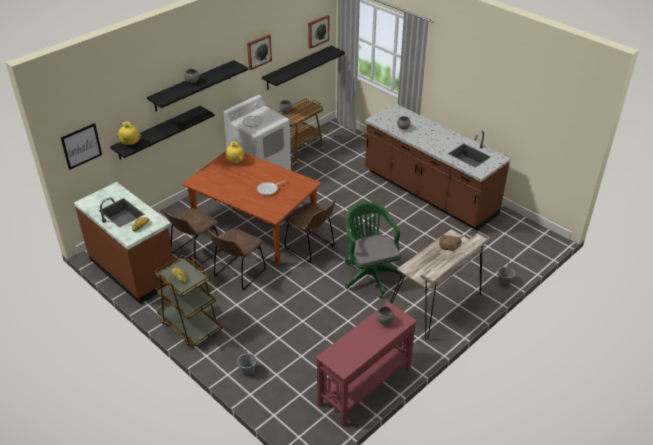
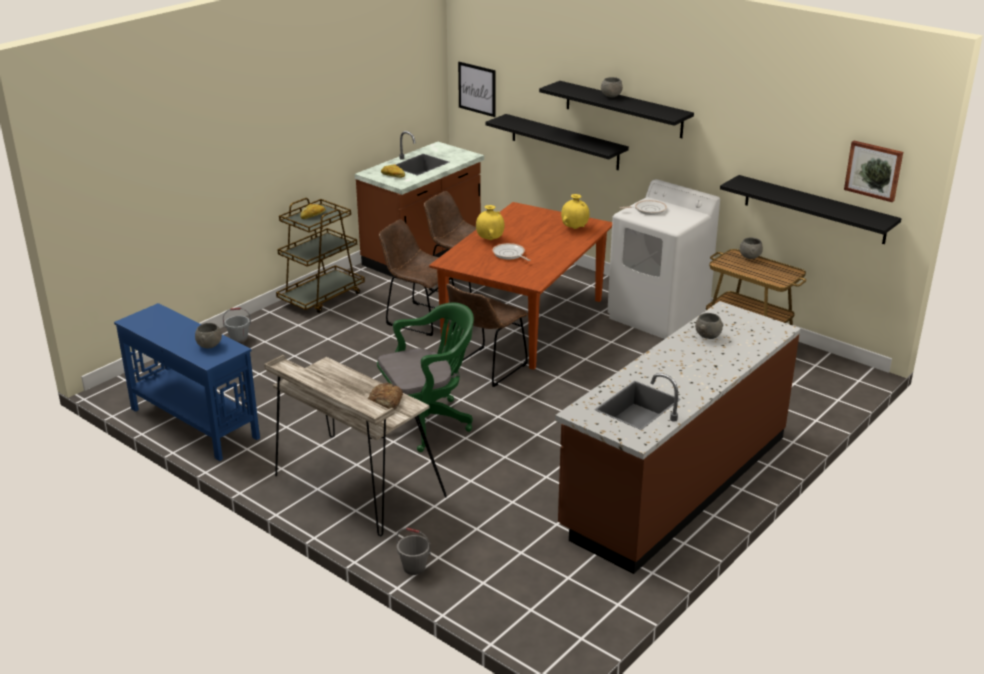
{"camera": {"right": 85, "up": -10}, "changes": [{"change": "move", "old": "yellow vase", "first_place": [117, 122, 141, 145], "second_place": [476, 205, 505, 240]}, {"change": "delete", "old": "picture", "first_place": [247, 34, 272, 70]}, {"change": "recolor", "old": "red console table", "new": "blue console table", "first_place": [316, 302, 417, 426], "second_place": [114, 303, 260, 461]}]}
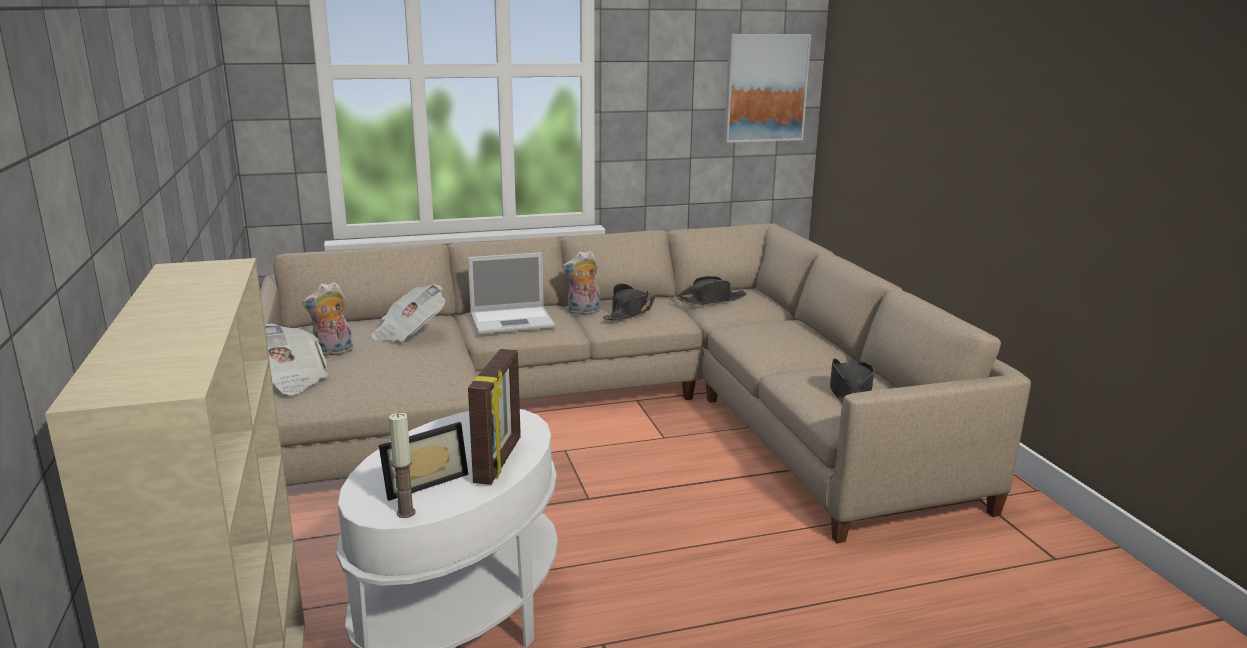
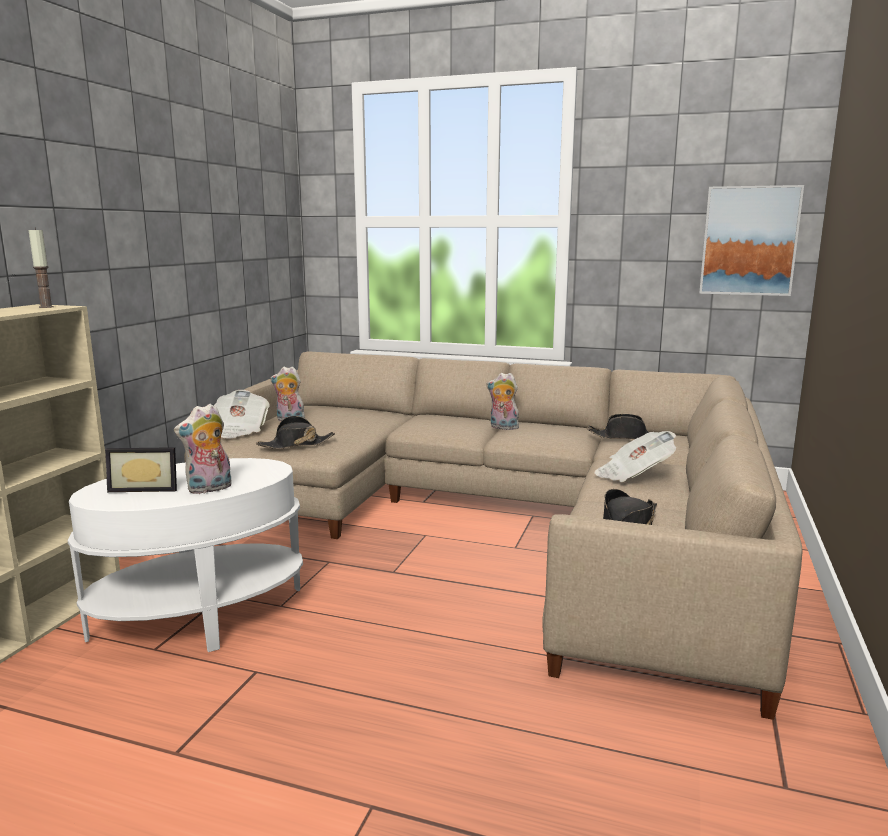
{"camera": {"right": 35, "up": -5}, "changes": [{"change": "move", "old": "newspaper", "first_place": [370, 284, 446, 342], "second_place": [594, 431, 676, 482]}, {"change": "move", "old": "candle", "first_place": [389, 413, 415, 518], "second_place": [29, 227, 54, 308]}, {"change": "delete", "old": "laptop", "first_place": [468, 252, 555, 334]}, {"change": "replace", "old": "picture frame", "new": "plush toy", "first_place": [468, 349, 521, 485], "second_place": [174, 404, 232, 494]}, {"change": "move", "old": "black hat", "first_place": [603, 283, 657, 320], "second_place": [256, 416, 335, 449]}]}
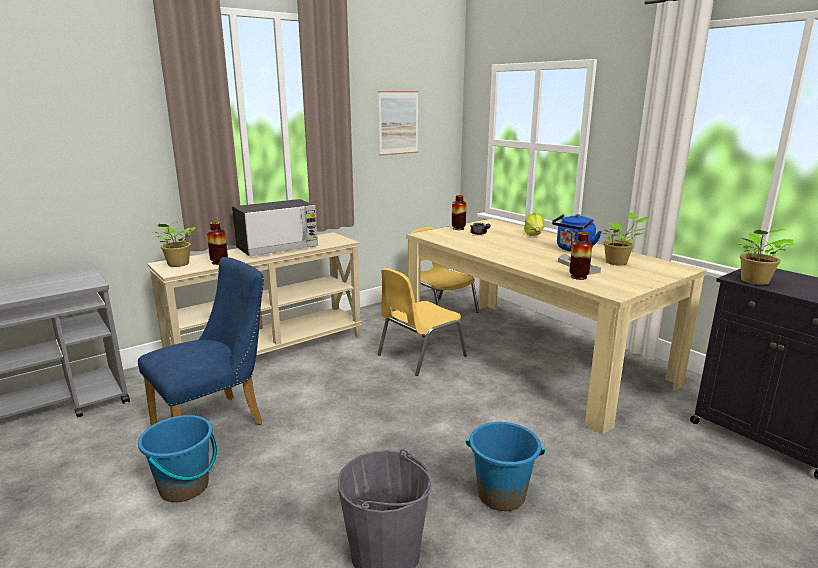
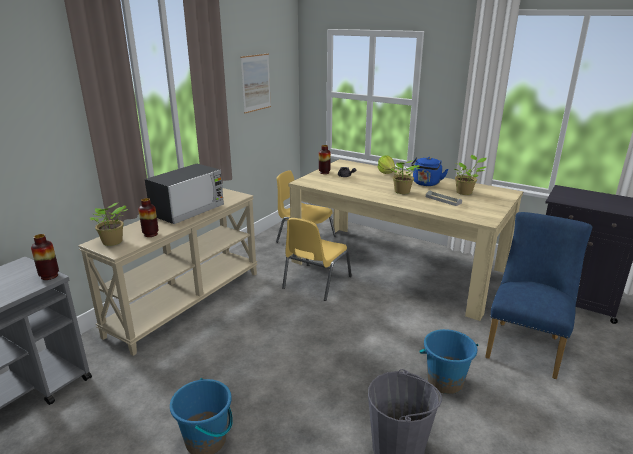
{"camera": {"right": -20, "up": 5}, "changes": [{"change": "move", "old": "blue chair", "first_place": [138, 257, 264, 425], "second_place": [485, 212, 592, 379]}, {"change": "move", "old": "vase", "first_place": [569, 232, 592, 280], "second_place": [31, 234, 59, 280]}, {"change": "move", "old": "potted plant", "first_place": [738, 229, 794, 285], "second_place": [391, 160, 420, 194]}]}
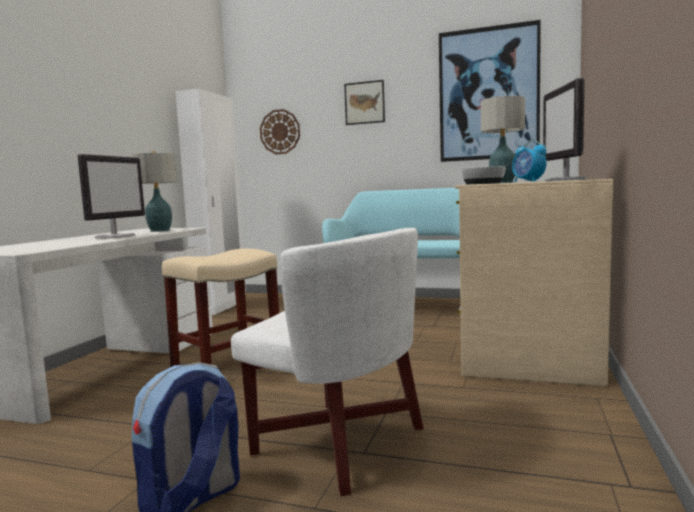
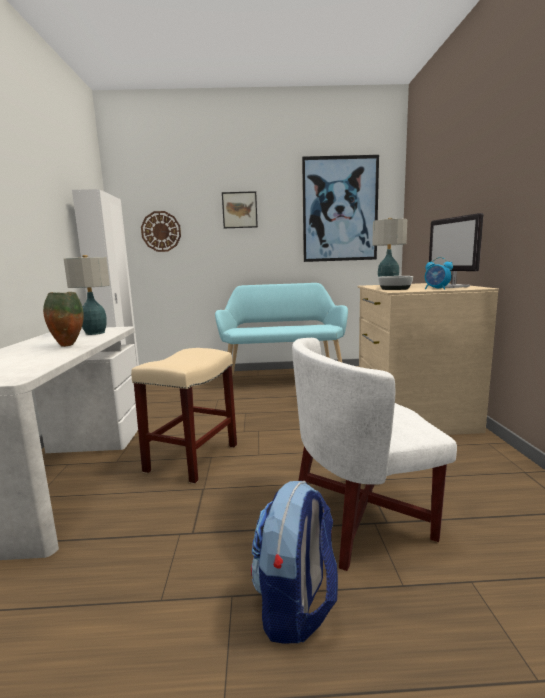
{"camera": {"right": -20, "up": 5}, "changes": [{"change": "replace", "old": "monitor", "new": "vase", "first_place": [78, 154, 145, 239], "second_place": [43, 292, 83, 347]}, {"change": "rotate", "old": "white armchair", "first_place": [231, 228, 424, 496], "second_place": [292, 338, 457, 571], "degrees": 150}]}
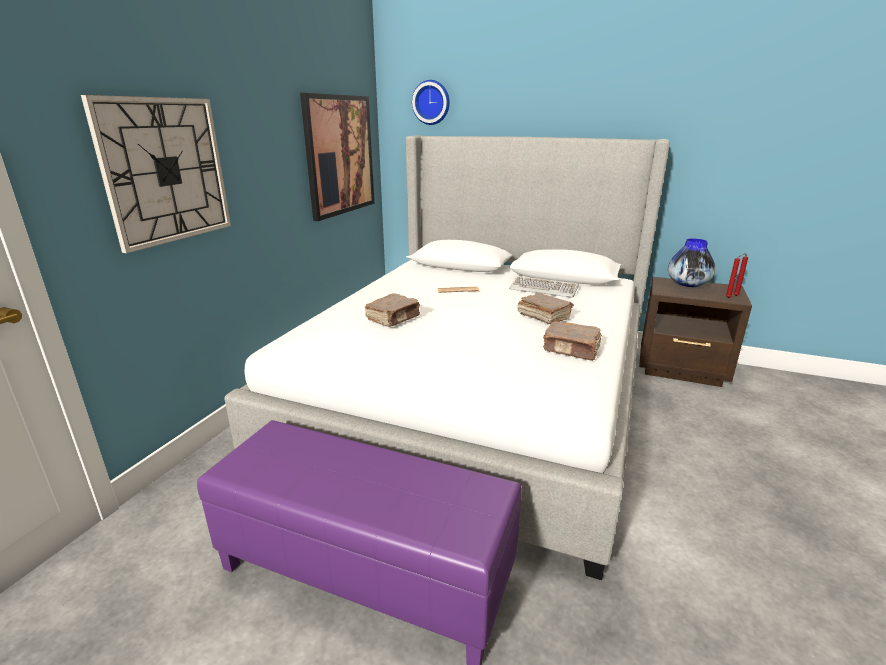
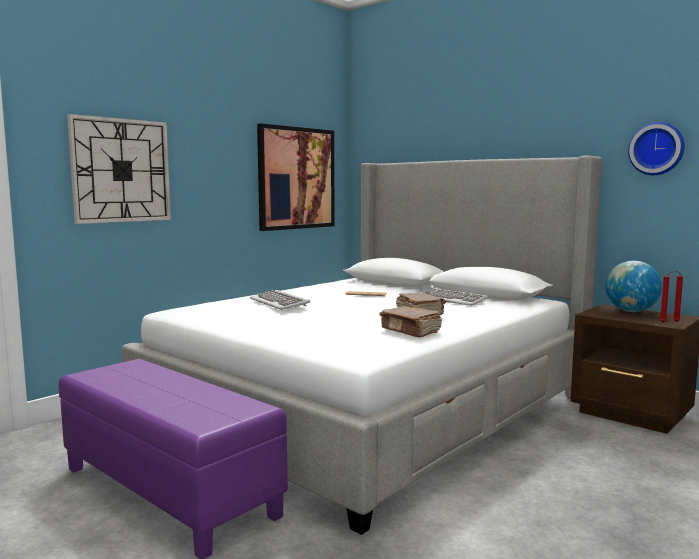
{"camera": {"right": 20, "up": -15}, "changes": [{"change": "replace", "old": "brown book", "new": "keyboard", "first_place": [365, 293, 420, 327], "second_place": [250, 290, 310, 310]}, {"change": "move", "old": "wall clock", "first_place": [412, 80, 450, 125], "second_place": [628, 122, 685, 175]}, {"change": "replace", "old": "vase", "new": "globe", "first_place": [668, 238, 715, 287], "second_place": [605, 261, 662, 312]}]}
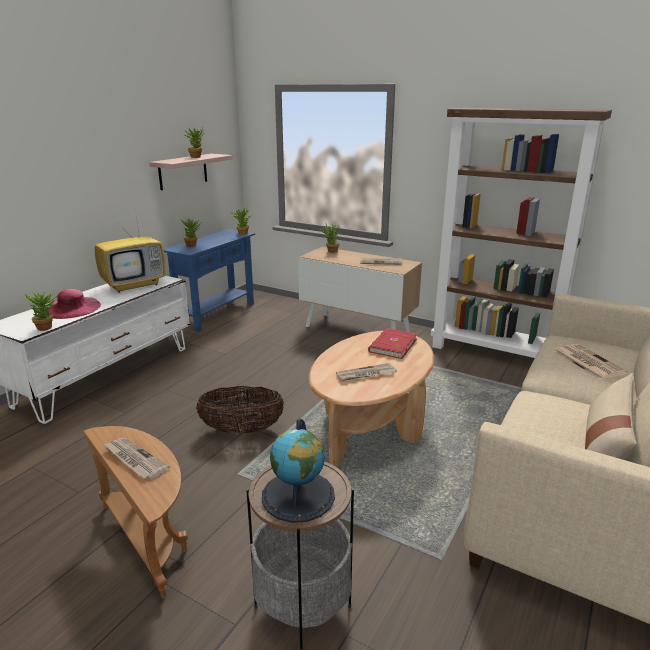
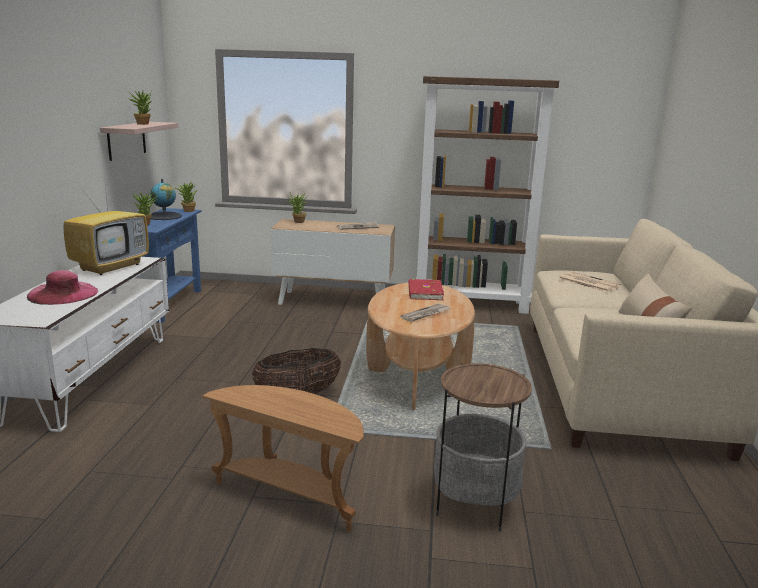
{"camera": {"right": -25, "up": -5}, "changes": [{"change": "delete", "old": "potted plant", "first_place": [25, 290, 59, 331]}, {"change": "delete", "old": "newspaper", "first_place": [104, 438, 170, 479]}, {"change": "move", "old": "globe", "first_place": [262, 418, 335, 523], "second_place": [150, 179, 182, 220]}]}
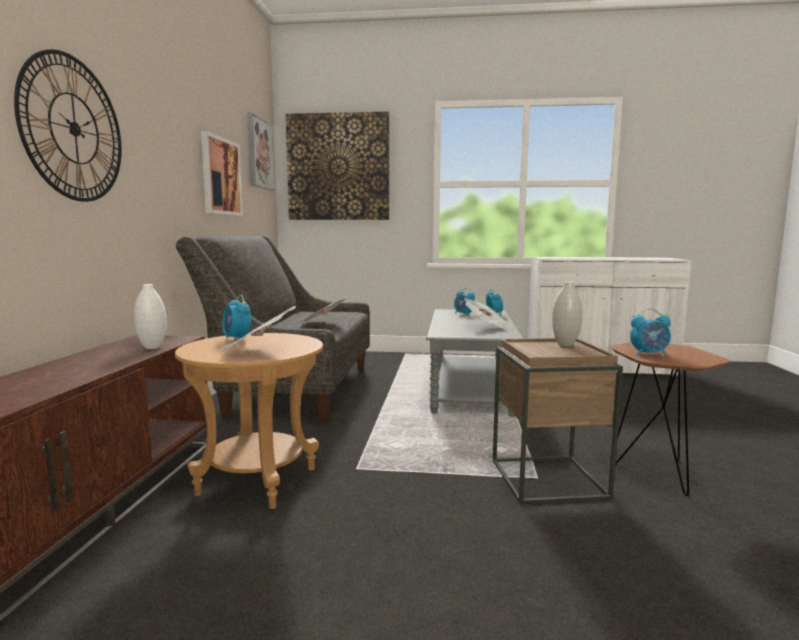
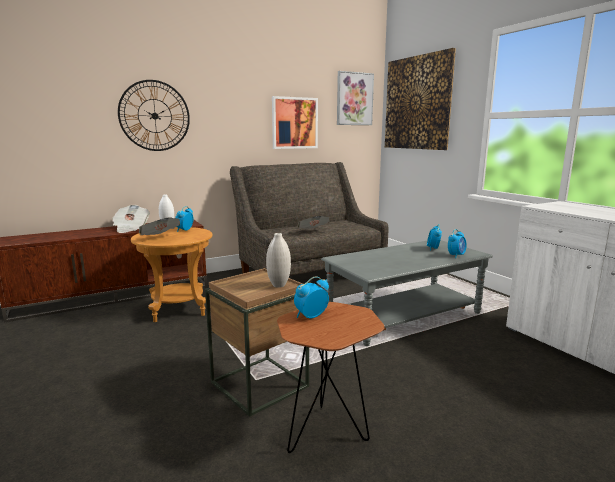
{"camera": {"right": 55, "up": 5}, "changes": [{"change": "move", "old": "newspaper", "first_place": [464, 298, 509, 330], "second_place": [112, 205, 150, 233]}, {"change": "rotate", "old": "alarm clock", "first_place": [630, 309, 671, 356], "second_place": [294, 276, 329, 318], "degrees": 90}]}
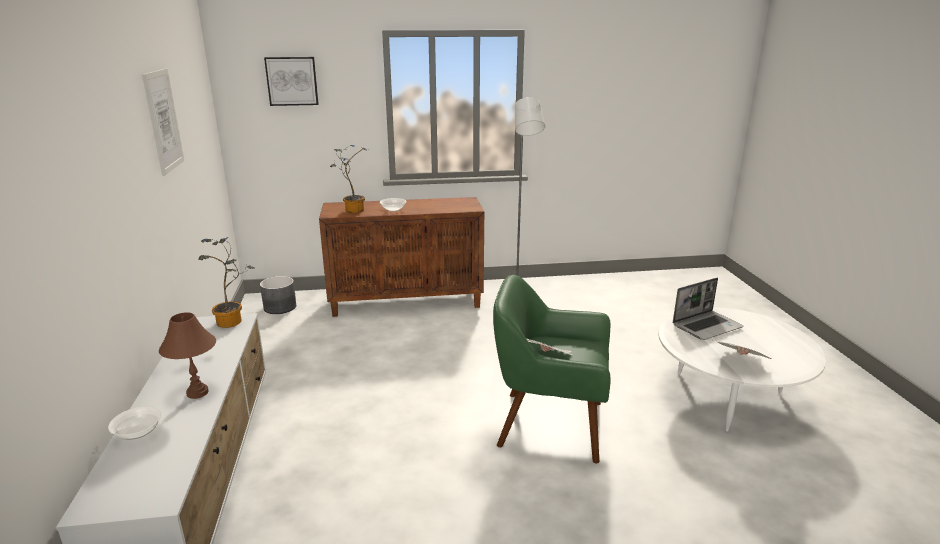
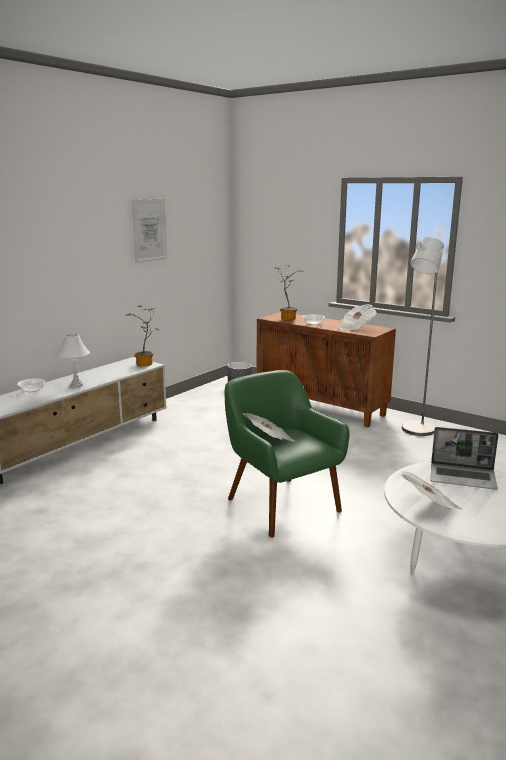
{"camera": {"right": 45, "up": -5}, "changes": [{"change": "recolor", "old": "brown table lamp", "new": "white table lamp", "first_place": [159, 312, 216, 399], "second_place": [57, 334, 90, 388]}, {"change": "delete", "old": "picture", "first_place": [264, 57, 319, 106]}, {"change": "insert", "new": "newspaper", "second_place": [338, 304, 376, 330]}]}
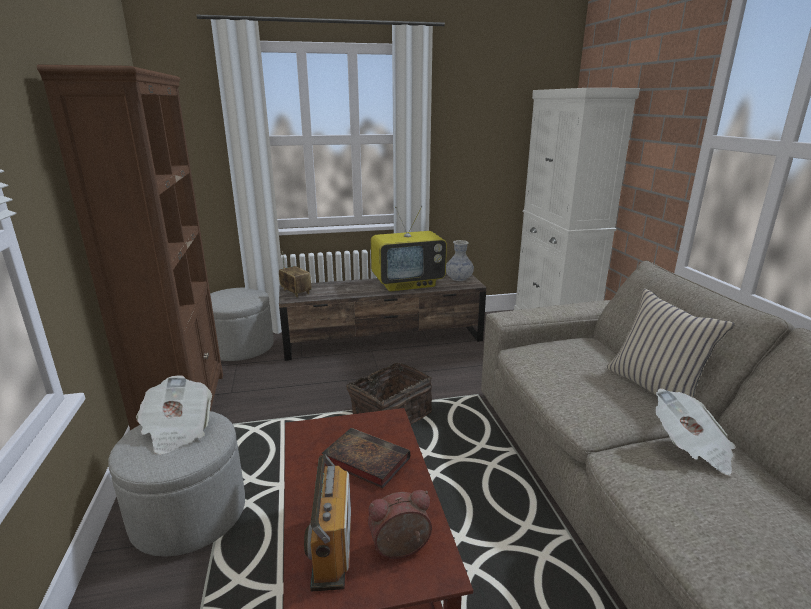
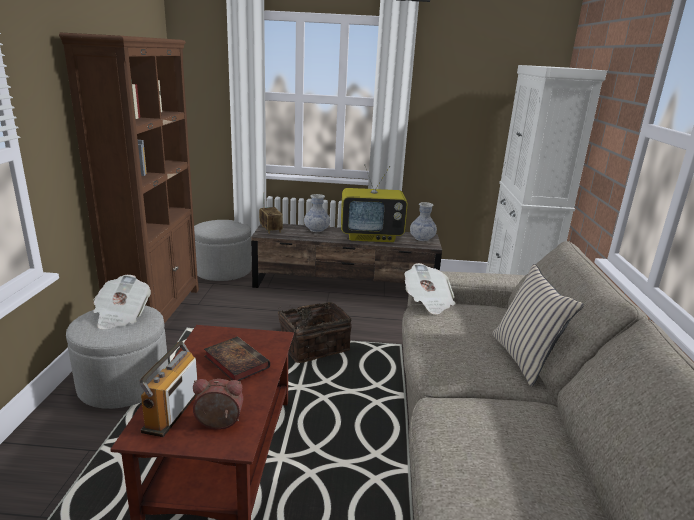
{"camera": {"right": 15, "up": 0}, "changes": [{"change": "move", "old": "newspaper", "first_place": [655, 388, 735, 476], "second_place": [404, 263, 456, 315]}, {"change": "insert", "new": "vase", "second_place": [304, 194, 330, 232]}]}
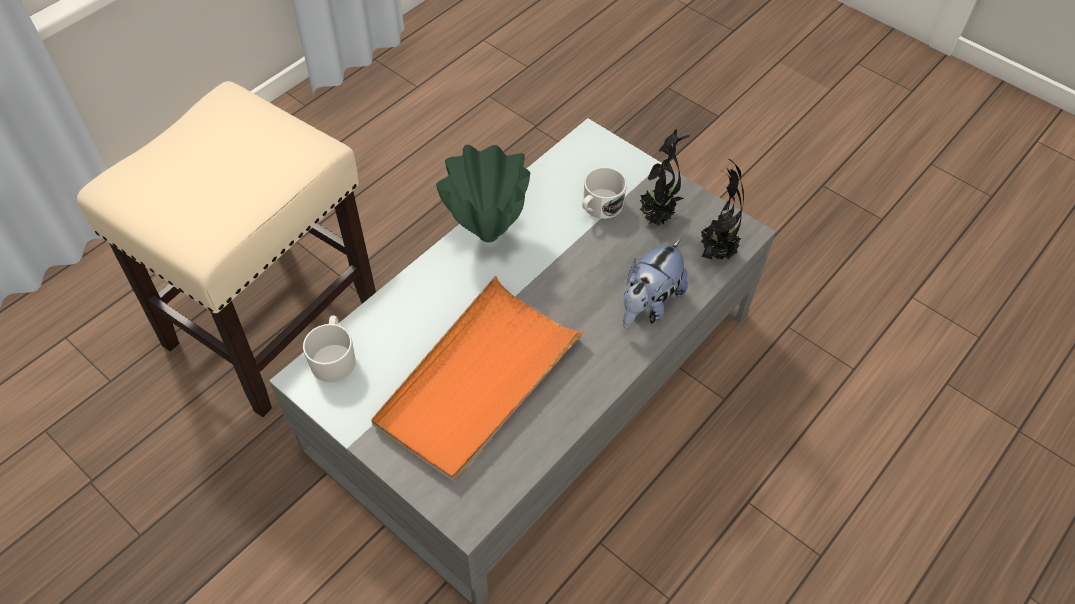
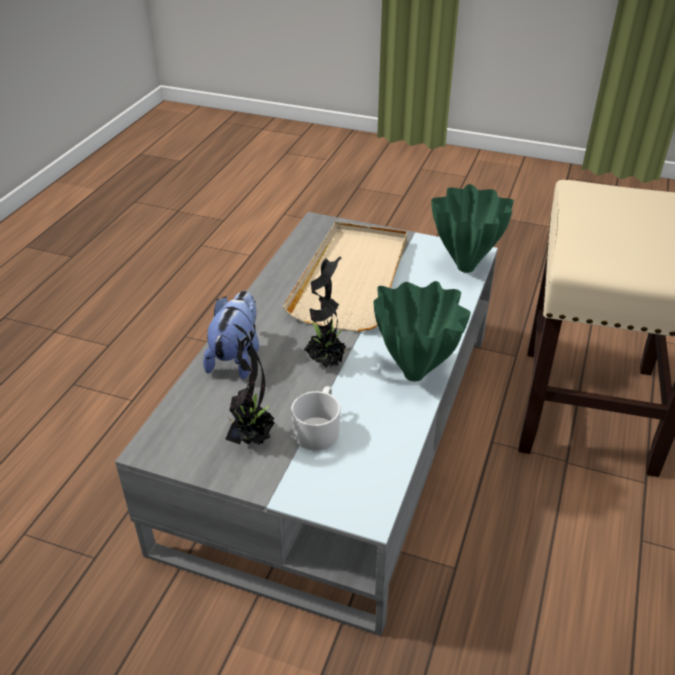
{"camera": {"right": 160, "up": -15}, "changes": [{"change": "replace", "old": "white mug", "new": "green vase", "first_place": [303, 315, 356, 382], "second_place": [431, 184, 514, 273]}, {"change": "recolor", "old": "orange tray", "new": "beige tray", "first_place": [371, 276, 586, 481], "second_place": [283, 222, 407, 332]}, {"change": "move", "old": "potted plant", "first_place": [696, 159, 744, 260], "second_place": [304, 256, 350, 367]}]}
